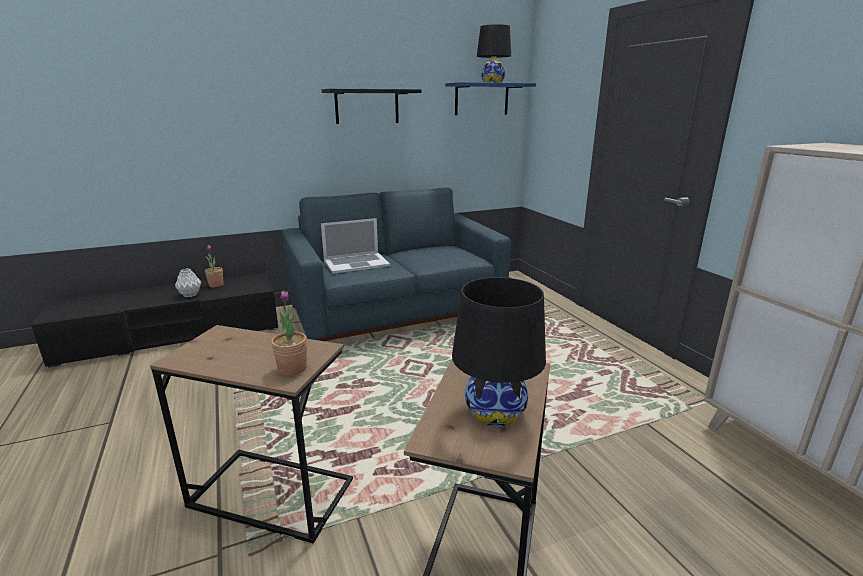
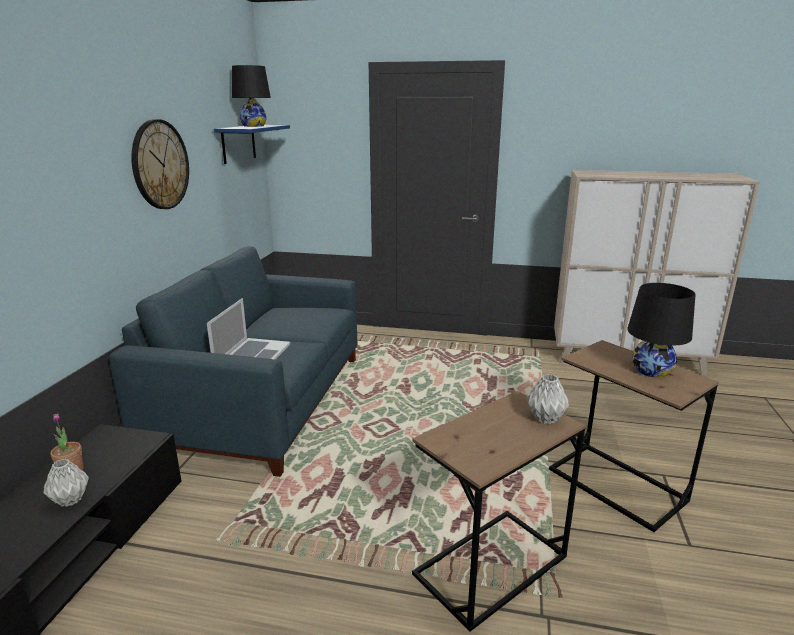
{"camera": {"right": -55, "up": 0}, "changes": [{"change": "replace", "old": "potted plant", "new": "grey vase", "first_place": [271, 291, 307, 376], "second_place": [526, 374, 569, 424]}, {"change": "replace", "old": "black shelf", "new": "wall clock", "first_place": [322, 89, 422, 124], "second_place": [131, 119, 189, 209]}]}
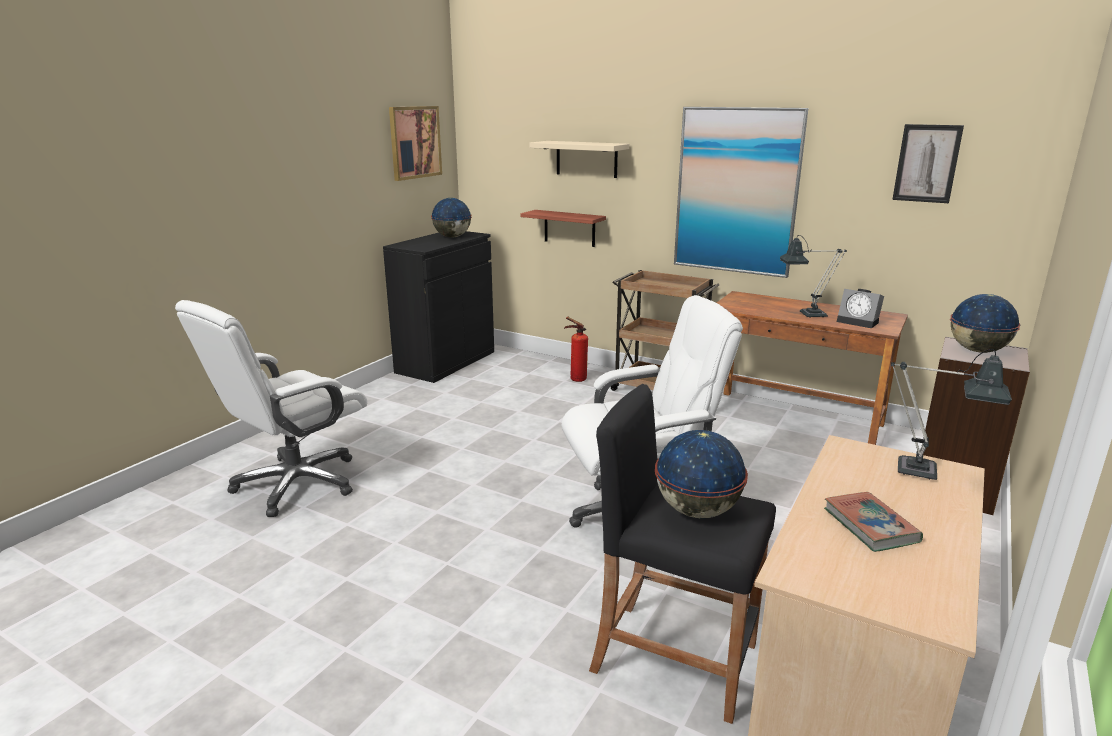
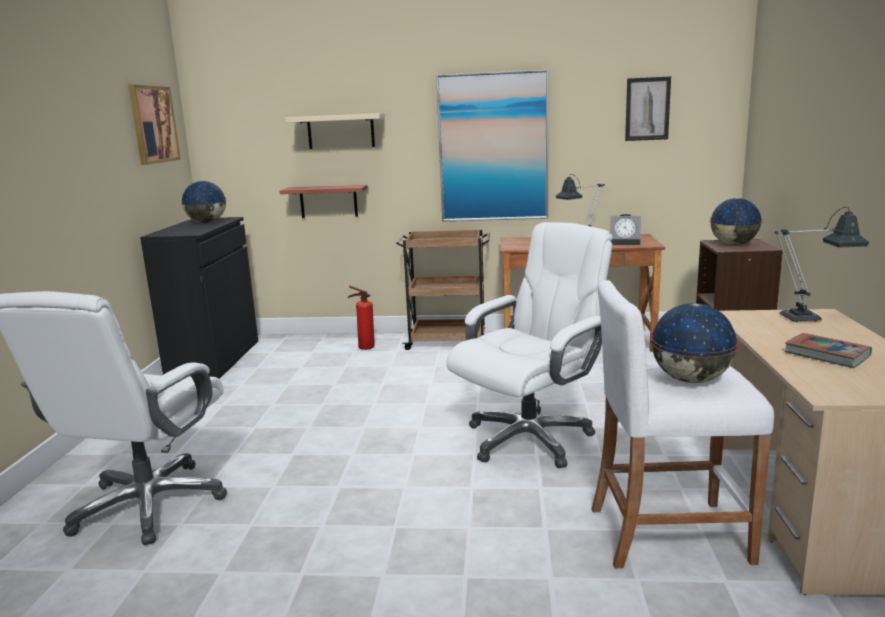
{"camera": {"right": -25, "up": -5}, "changes": [{"change": "recolor", "old": "black stool", "new": "white stool", "first_place": [589, 384, 776, 724], "second_place": [591, 280, 774, 568]}]}
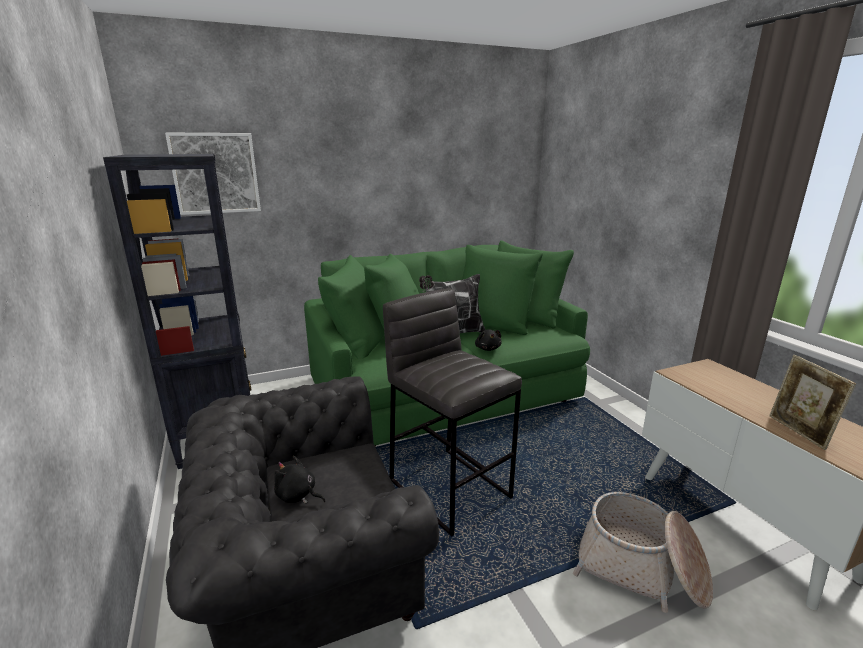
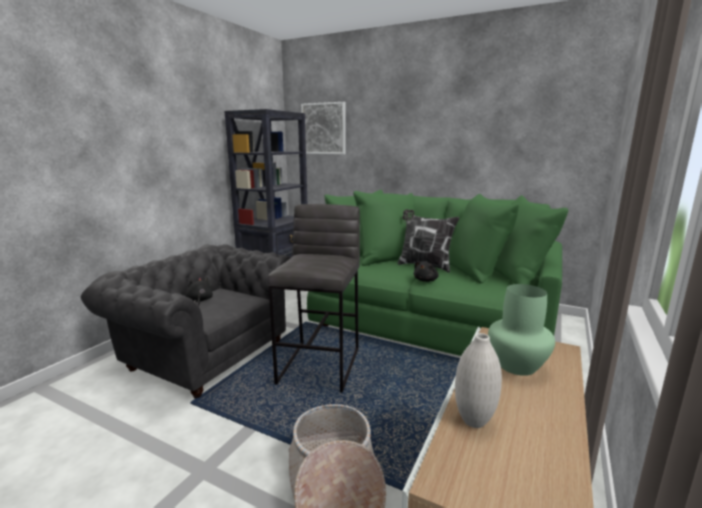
{"camera": {"right": 50, "up": -5}, "changes": [{"change": "replace", "old": "picture frame", "new": "white vase", "first_place": [769, 355, 856, 450], "second_place": [455, 333, 502, 428]}, {"change": "insert", "new": "green vase", "second_place": [488, 284, 555, 376]}]}
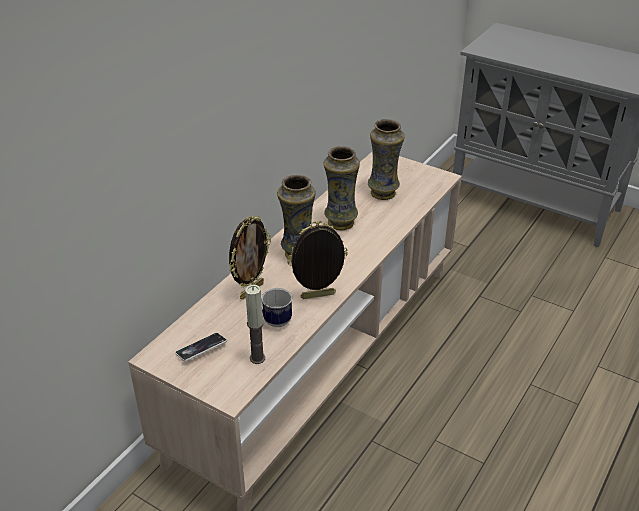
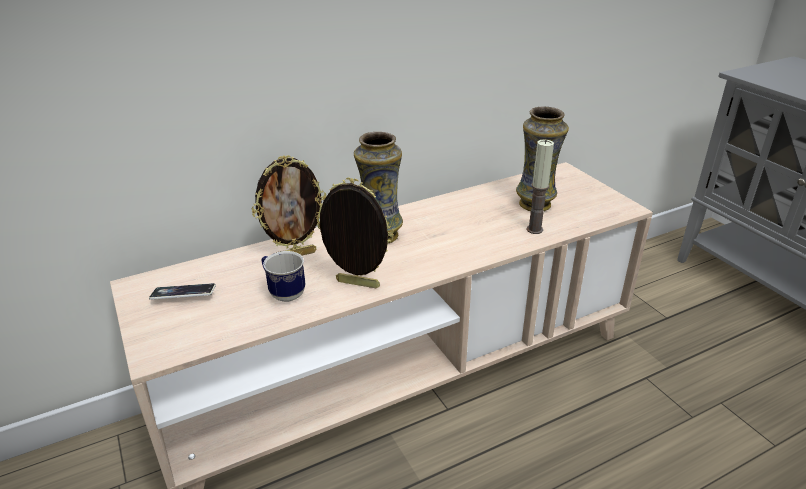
{"camera": {"right": 30, "up": -5}, "changes": [{"change": "move", "old": "candle", "first_place": [245, 285, 265, 364], "second_place": [527, 139, 554, 234]}, {"change": "delete", "old": "vase", "first_place": [323, 146, 360, 230]}]}
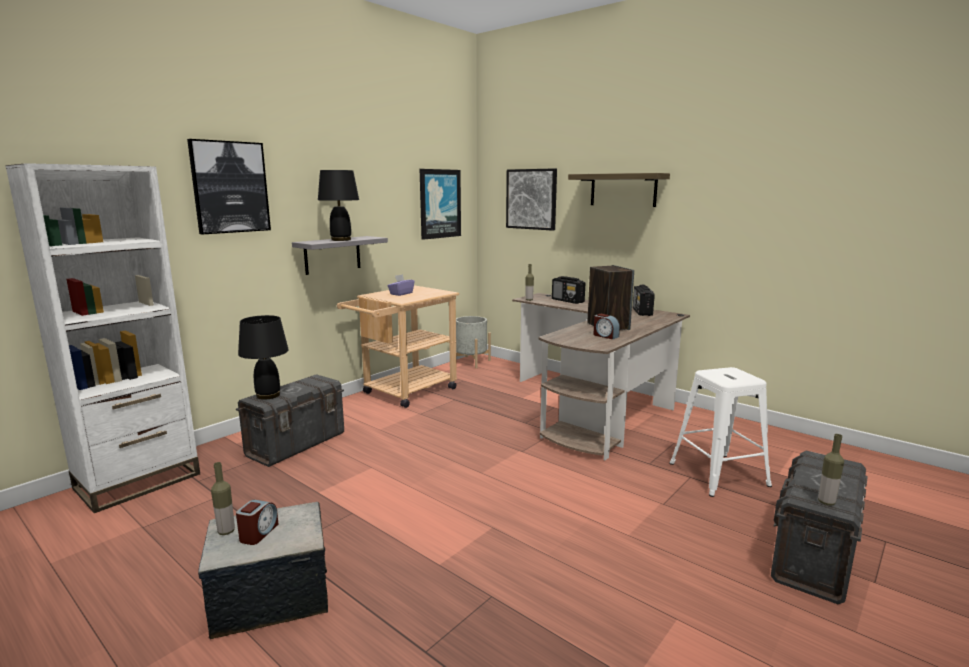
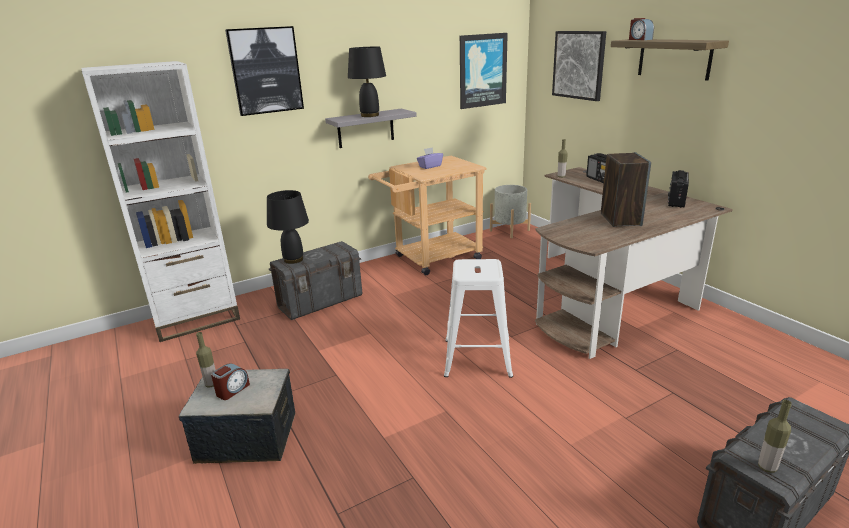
{"camera": {"right": 20, "up": 10}, "changes": [{"change": "move", "old": "alarm clock", "first_place": [593, 314, 620, 339], "second_place": [629, 18, 654, 40]}, {"change": "move", "old": "white stool", "first_place": [669, 367, 772, 497], "second_place": [444, 259, 513, 378]}]}
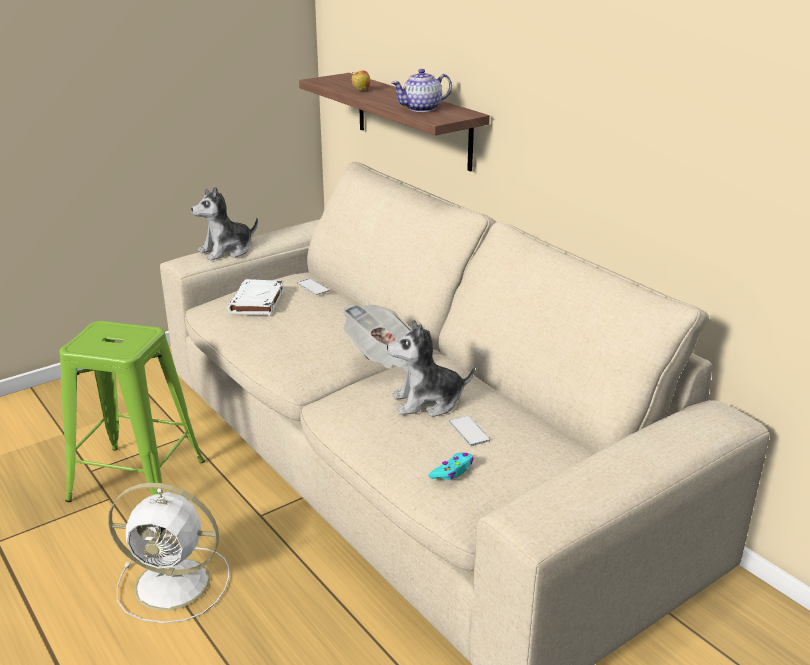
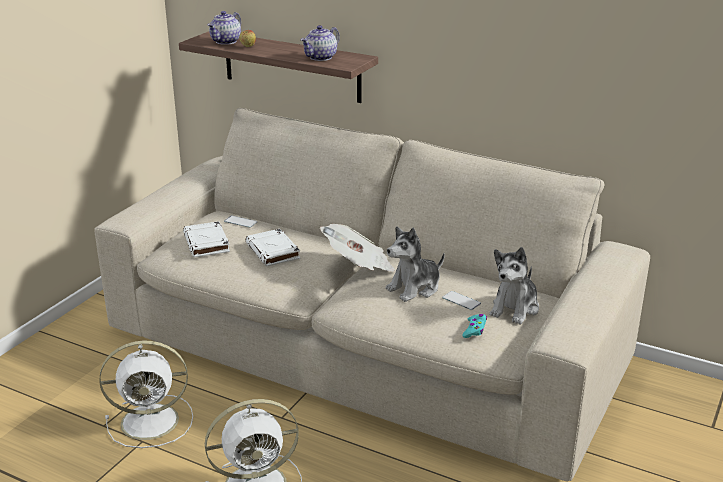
{"camera": {"right": -25, "up": 0}, "changes": [{"change": "replace", "old": "green stool", "new": "white fan", "first_place": [59, 321, 205, 502], "second_place": [99, 341, 193, 448]}, {"change": "move", "old": "plush toy", "first_place": [191, 186, 258, 261], "second_place": [490, 247, 539, 325]}, {"change": "insert", "new": "teapot", "second_place": [208, 11, 241, 45]}, {"change": "insert", "new": "white book", "second_place": [245, 229, 300, 267]}]}
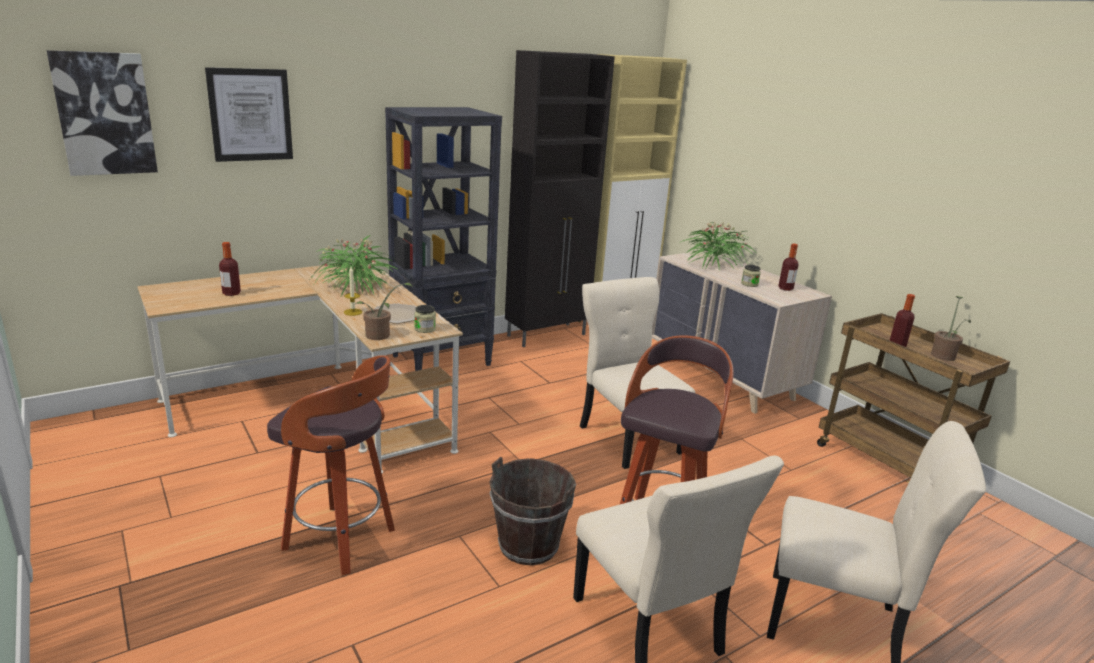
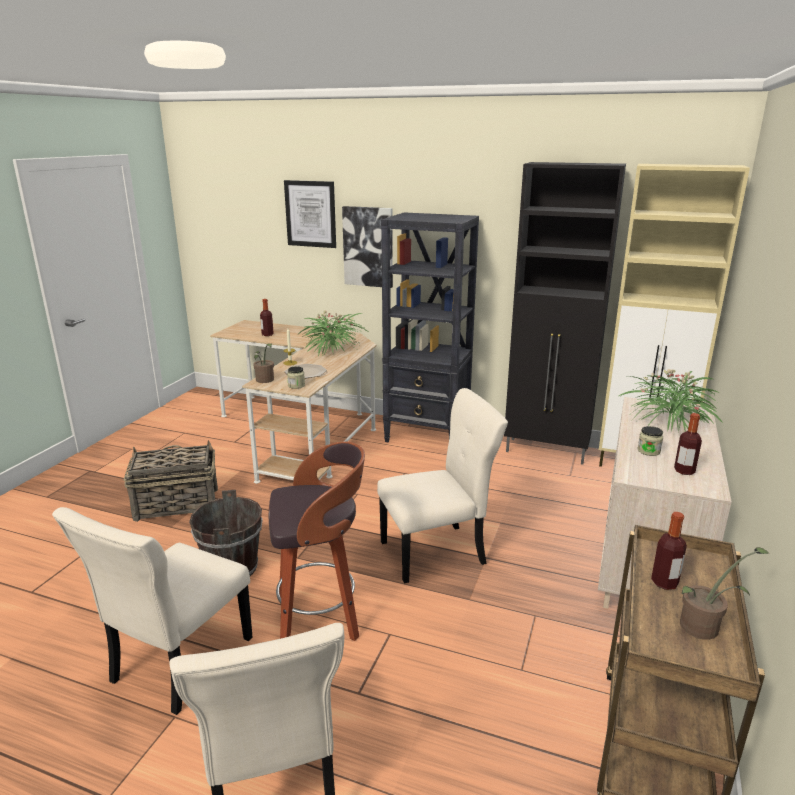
{"camera": {"right": 55, "up": 0}, "changes": [{"change": "move", "old": "picture", "first_place": [46, 50, 158, 176], "second_place": [342, 206, 393, 288]}, {"change": "replace", "old": "stool", "new": "basket", "first_place": [267, 355, 395, 575], "second_place": [124, 440, 218, 522]}, {"change": "rotate", "old": "beige chair", "first_place": [580, 277, 695, 469], "second_place": [377, 388, 508, 584], "degrees": 45}]}
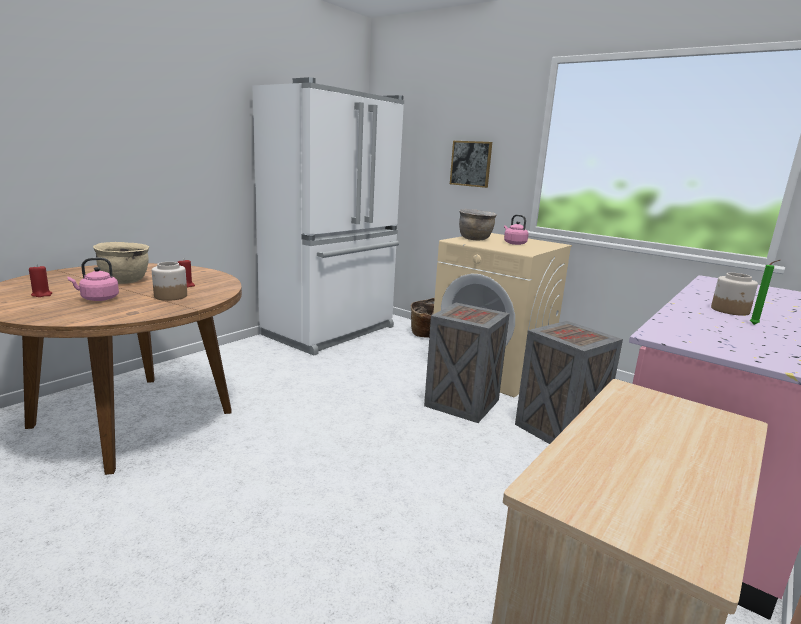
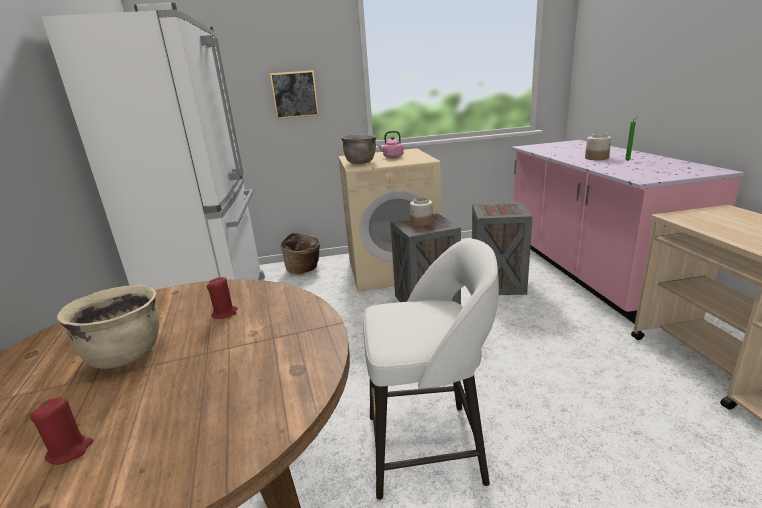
{"camera": {"right": -45, "up": 5}, "changes": [{"change": "delete", "old": "pink kettle", "first_place": [67, 257, 119, 301]}, {"change": "move", "old": "jar", "first_place": [152, 262, 187, 301], "second_place": [410, 197, 433, 226]}, {"change": "insert", "new": "white stool", "second_place": [363, 239, 499, 500]}]}
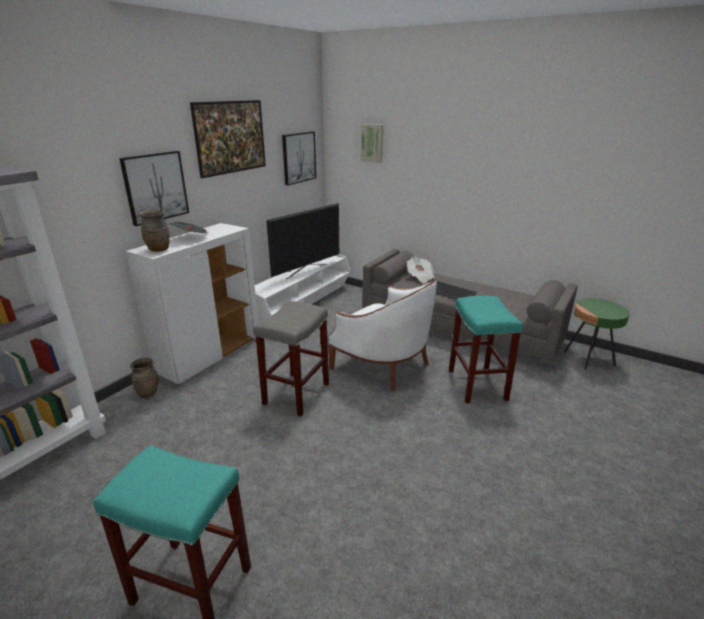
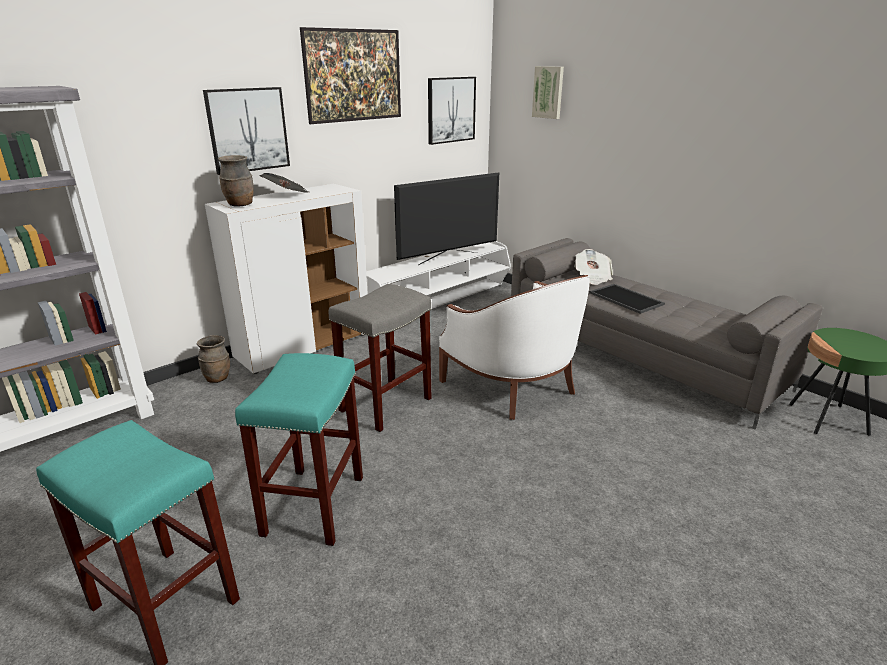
{"camera": {"right": 15, "up": 0}, "changes": [{"change": "move", "old": "turquoise stool", "first_place": [449, 296, 523, 403], "second_place": [235, 353, 363, 546]}]}
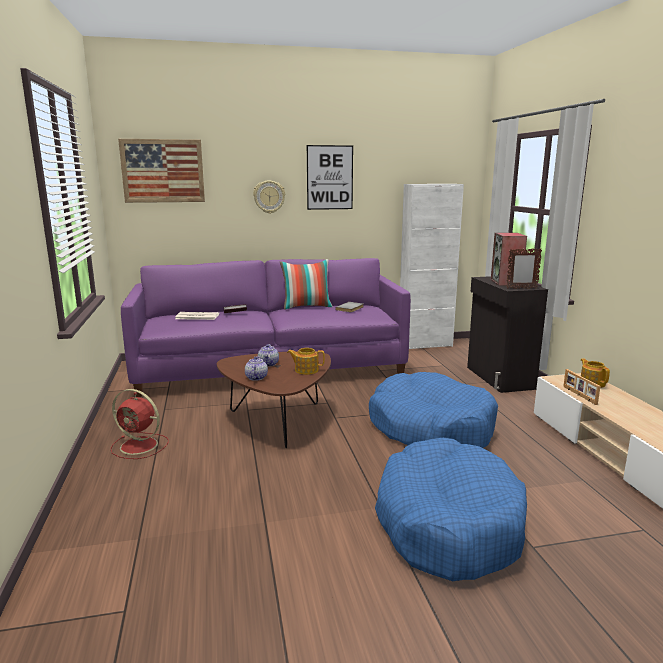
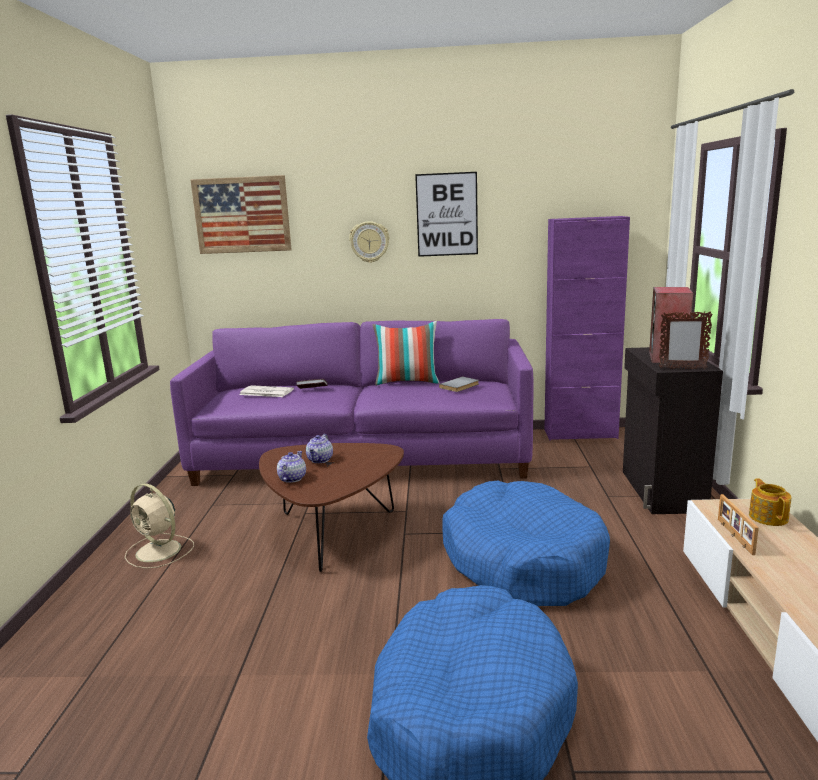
{"camera": {"right": 15, "up": 0}, "changes": [{"change": "recolor", "old": "red fan", "new": "beige fan", "first_place": [110, 389, 169, 459], "second_place": [125, 484, 194, 569]}, {"change": "delete", "old": "teapot", "first_place": [287, 348, 325, 375]}, {"change": "recolor", "old": "white cabinet", "new": "purple cabinet", "first_place": [400, 184, 464, 349], "second_place": [544, 216, 630, 441]}]}
